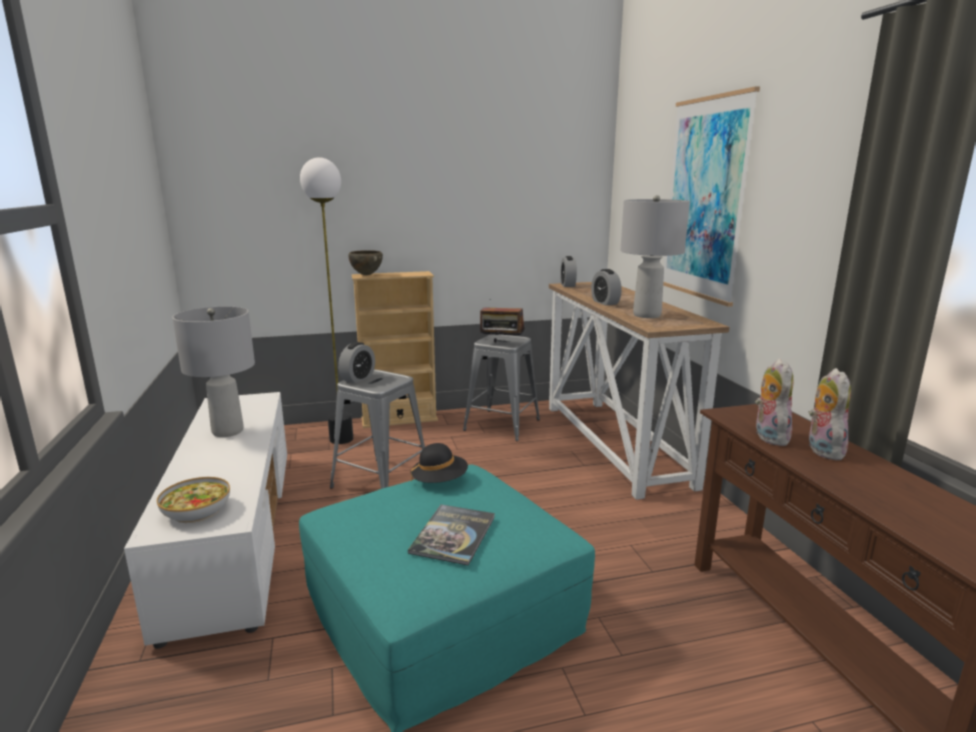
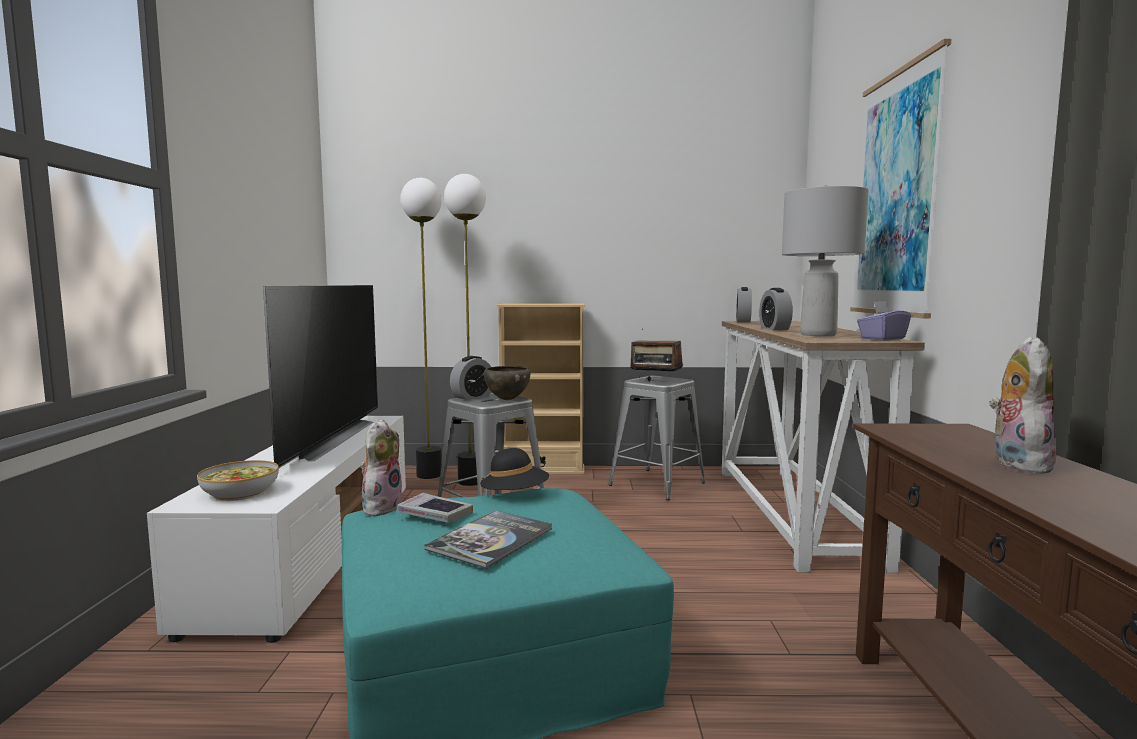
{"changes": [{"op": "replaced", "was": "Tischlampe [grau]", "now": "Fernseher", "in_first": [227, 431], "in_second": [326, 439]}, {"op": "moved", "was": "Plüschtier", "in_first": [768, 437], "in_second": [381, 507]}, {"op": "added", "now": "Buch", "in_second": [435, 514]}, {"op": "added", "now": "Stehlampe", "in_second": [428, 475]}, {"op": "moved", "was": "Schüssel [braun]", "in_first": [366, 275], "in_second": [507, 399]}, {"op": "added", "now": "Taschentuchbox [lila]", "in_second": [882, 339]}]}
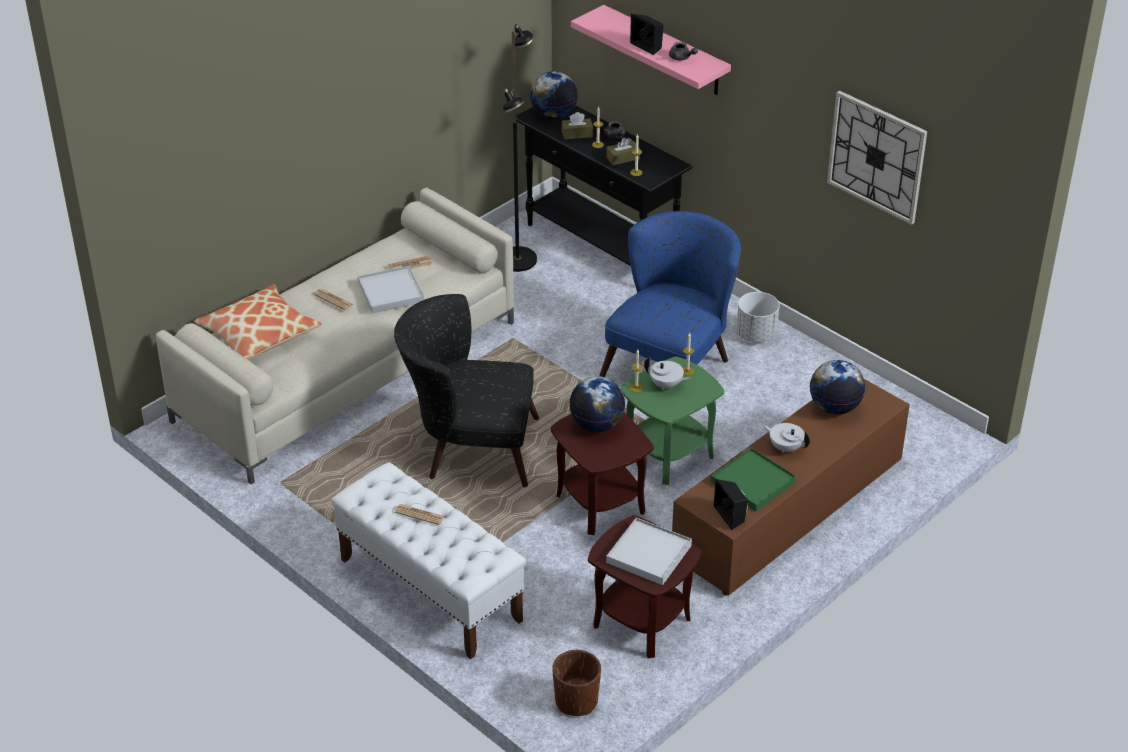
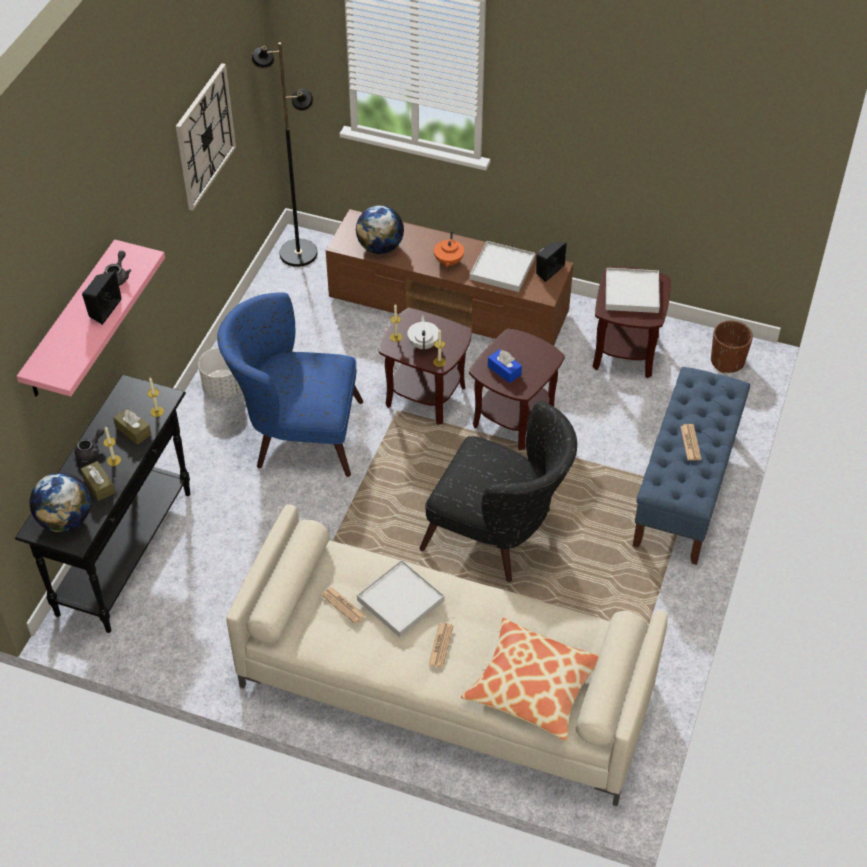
{"changes": [{"op": "moved", "was": "Stehlampe [schwarz]", "in_first": [518, 260], "in_second": [298, 253]}, {"op": "recoloured", "was": "Beistelltisch [grün]", "now": "Beistelltisch [braun]", "in_first": [669, 455], "in_second": [426, 395]}, {"op": "turned", "was": "Sessel [schwarz]", "in_first": [469, 447], "in_second": [499, 534], "clockwise": -45}, {"op": "recoloured", "was": "Teekanne [weiß]", "now": "Teekanne [orange]", "in_first": [785, 447], "in_second": [448, 262]}, {"op": "recoloured", "was": "Tablett [grün]", "now": "Tablett [weiß]", "in_first": [753, 482], "in_second": [502, 269]}, {"op": "replaced", "was": "Globus", "now": "Taschentuchbox [blau]", "in_first": [597, 425], "in_second": [504, 370]}, {"op": "recoloured", "was": "Bank [weiß]", "now": "Bank [blau]", "in_first": [430, 589], "in_second": [685, 490]}]}
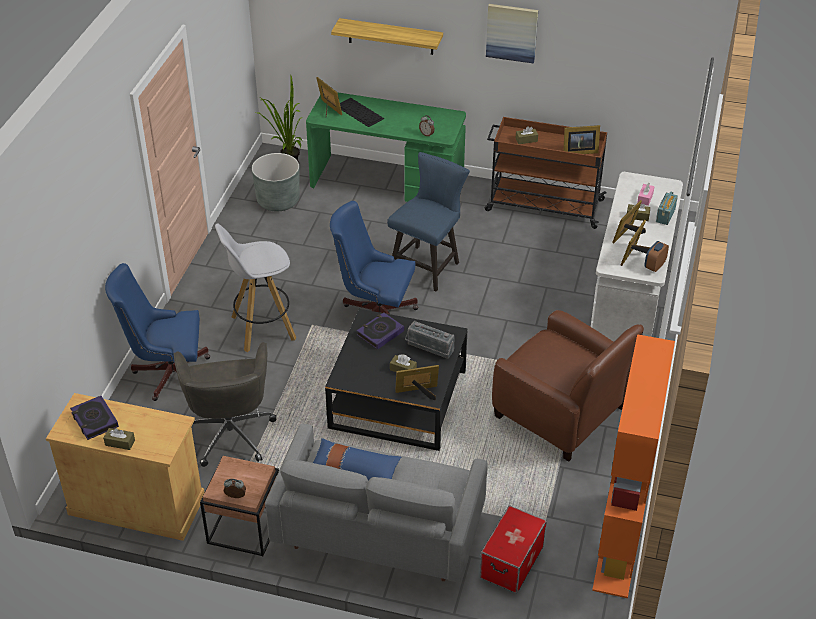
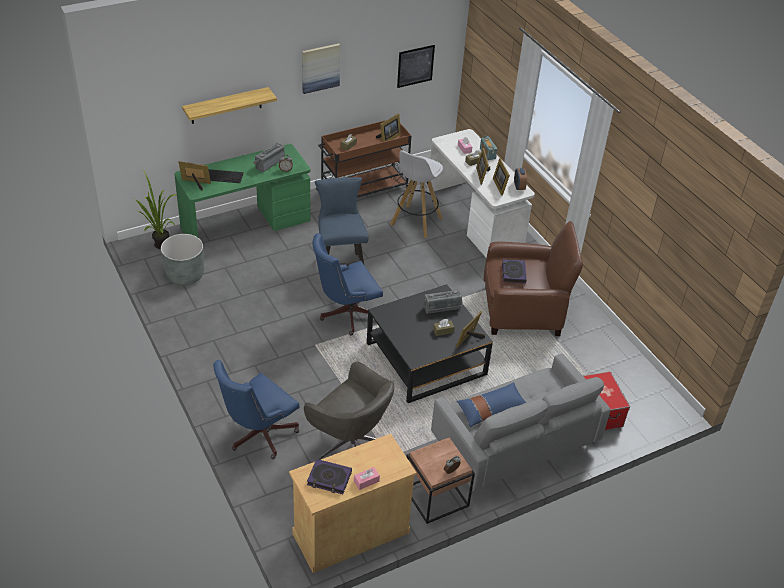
{"changes": [{"op": "added", "now": "Radio", "in_second": [268, 163]}, {"op": "recoloured", "was": "Taschentuchbox [braun]", "now": "Taschentuchbox [rosa]", "in_first": [120, 442], "in_second": [366, 481]}, {"op": "moved", "was": "Hocker [weiß]", "in_first": [262, 328], "in_second": [415, 222]}, {"op": "added", "now": "Bild", "in_second": [415, 66]}, {"op": "moved", "was": "Buch", "in_first": [380, 333], "in_second": [513, 273]}, {"op": "removed", "was": "Bücherregal [orange]", "in_first": [619, 545]}]}
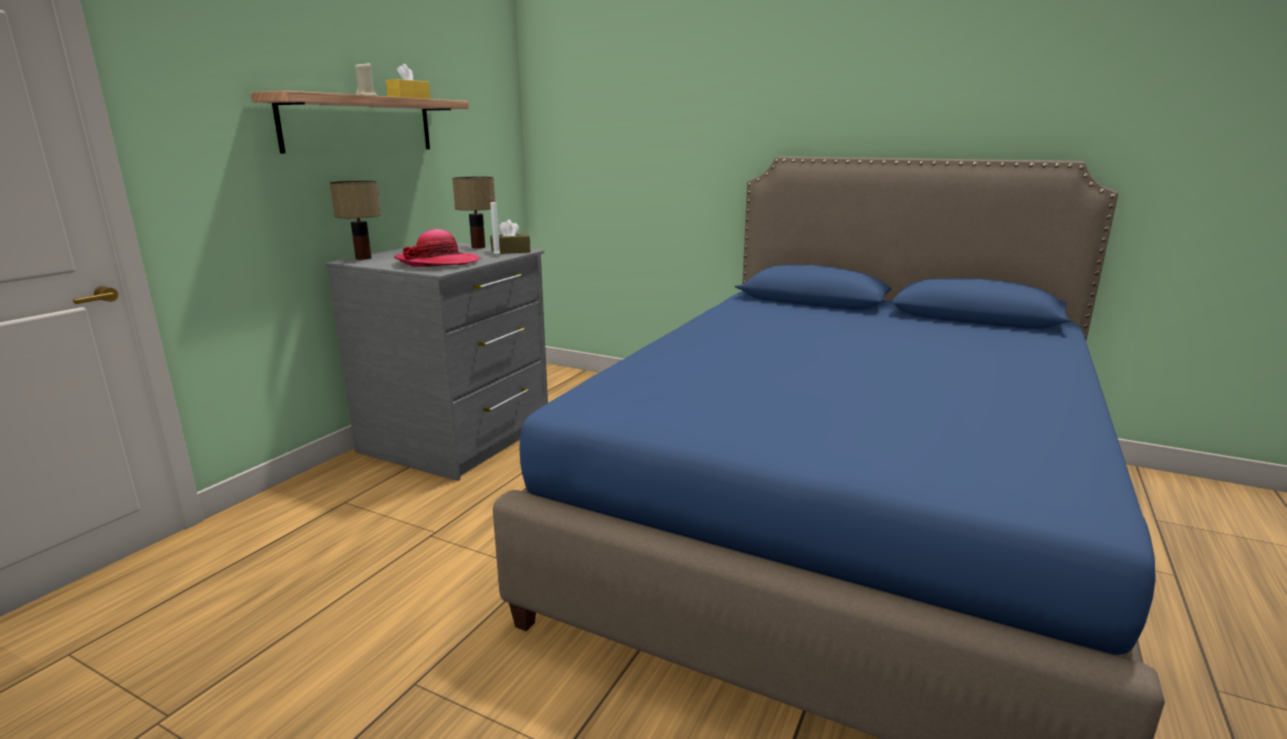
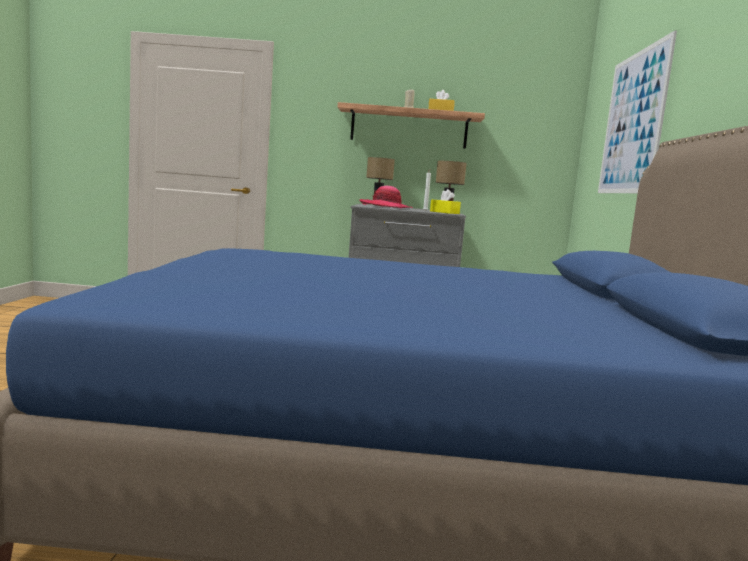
{"changes": [{"op": "recoloured", "was": "Taschentuchbox [braun]", "now": "Taschentuchbox [gelb]", "in_first": [510, 251], "in_second": [444, 212]}, {"op": "added", "now": "Bild", "in_second": [632, 123]}]}
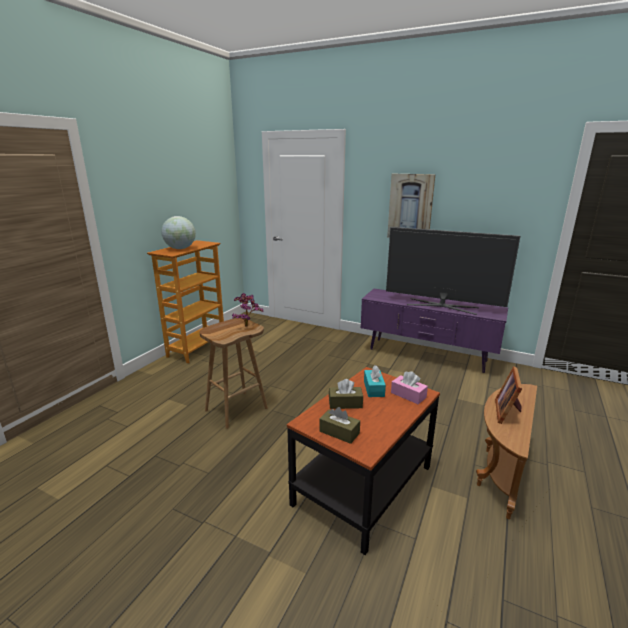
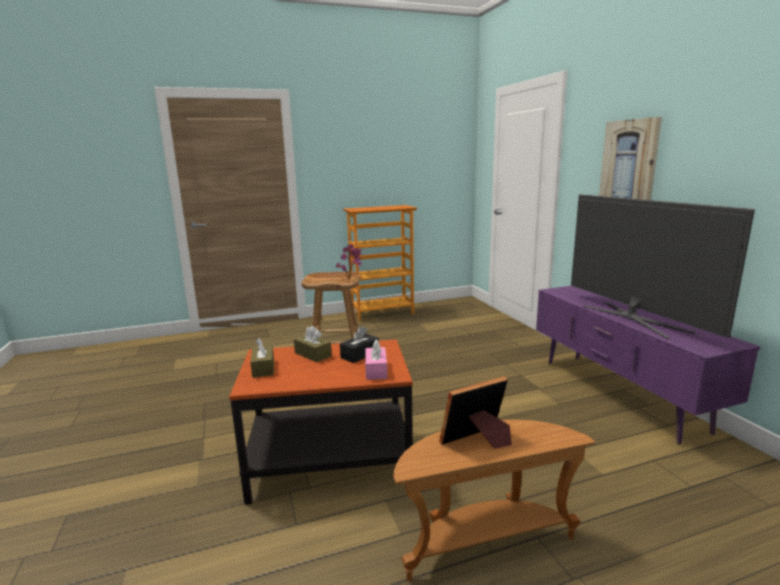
{"changes": [{"op": "recoloured", "was": "Taschentuchbox [türkis]", "now": "Taschentuchbox [schwarz]", "in_first": [373, 388], "in_second": [360, 355]}, {"op": "removed", "was": "Globus", "in_first": [180, 249]}]}
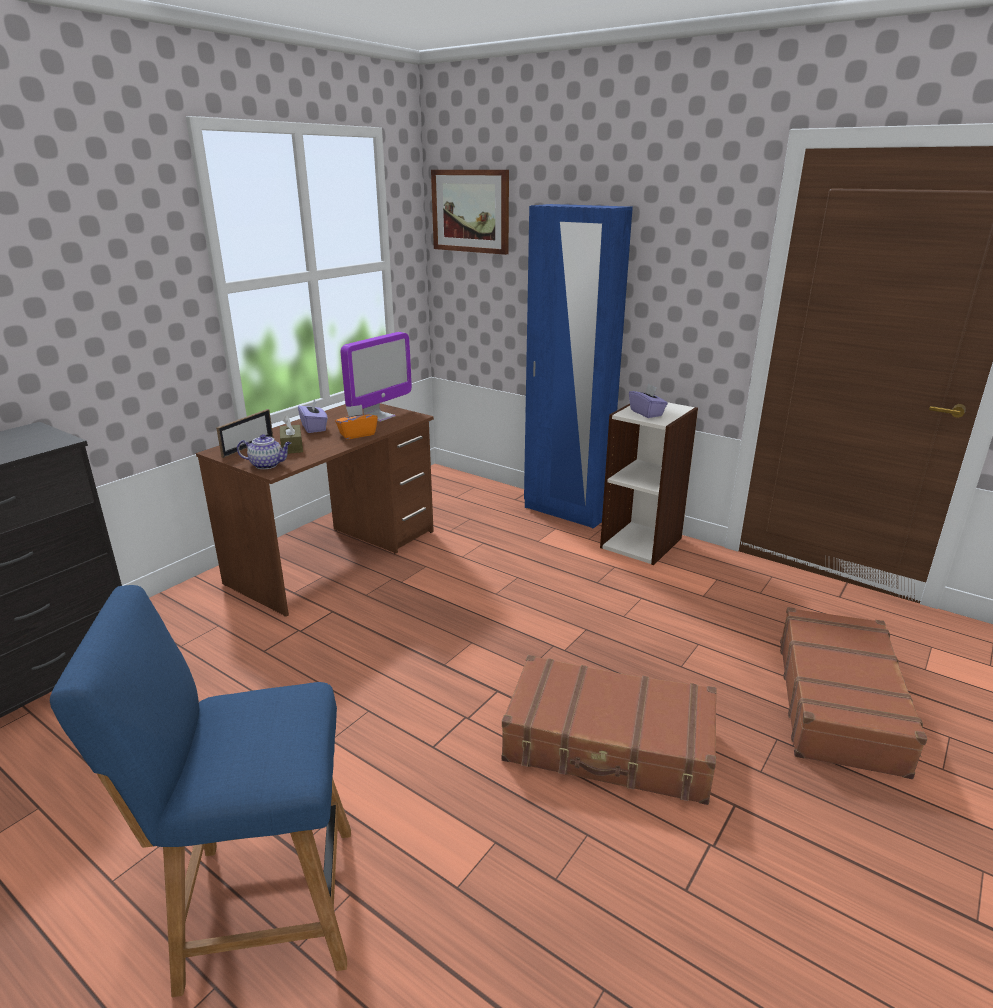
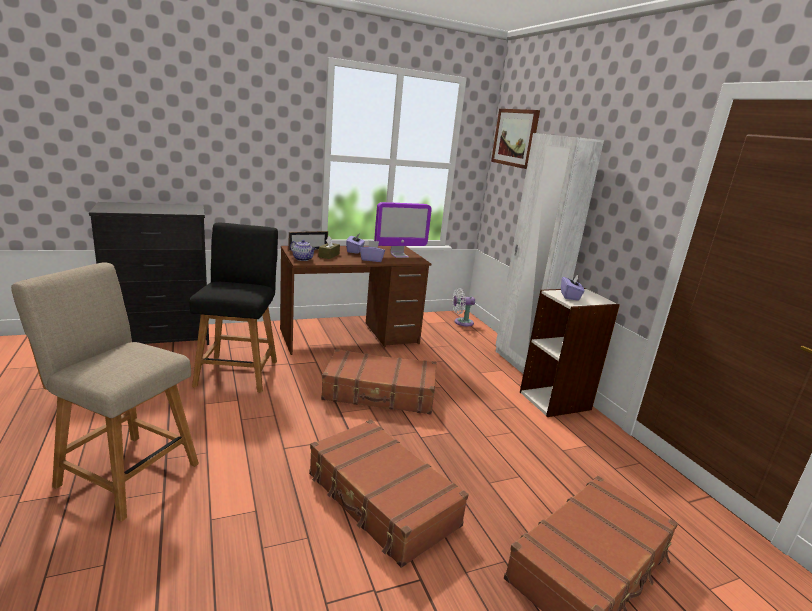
{"changes": [{"op": "recoloured", "was": "Stuhl [blau]", "now": "Stuhl [beige]", "in_first": [259, 905], "in_second": [124, 472]}, {"op": "added", "now": "Stuhl [schwarz]", "in_second": [238, 371]}, {"op": "added", "now": "Koffer [braun]", "in_second": [380, 393]}, {"op": "recoloured", "was": "Taschentuchbox [orange]", "now": "Taschentuchbox [lila]", "in_first": [357, 434], "in_second": [372, 259]}, {"op": "added", "now": "Ventilator [weiß]", "in_second": [461, 322]}, {"op": "recoloured", "was": "Kleiderschrank [blau]", "now": "Kleiderschrank [weiß]", "in_first": [565, 512], "in_second": [521, 364]}]}
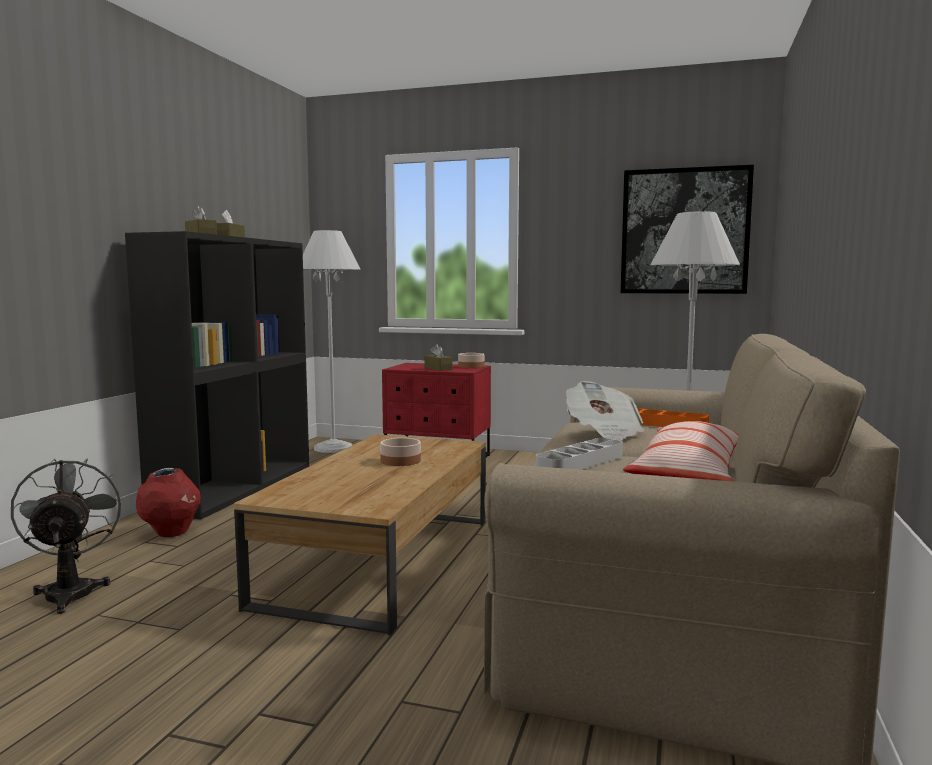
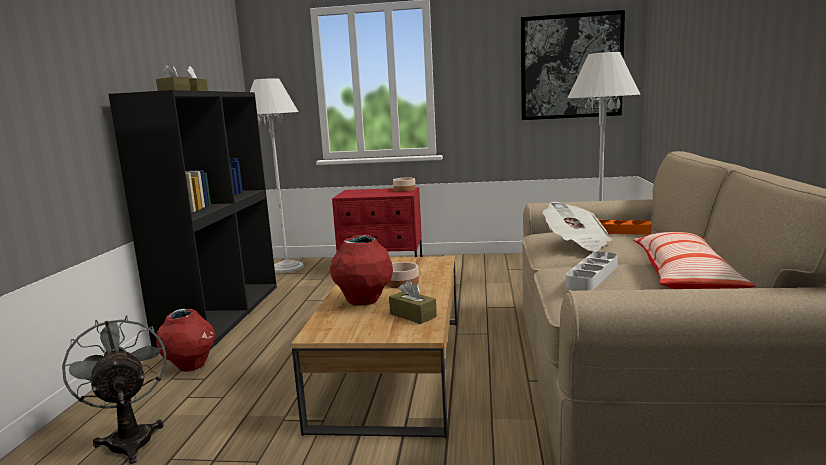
{"changes": [{"op": "added", "now": "Vase [rot]", "in_second": [364, 302]}, {"op": "moved", "was": "Taschentuchbox [braun]", "in_first": [438, 368], "in_second": [413, 315]}]}
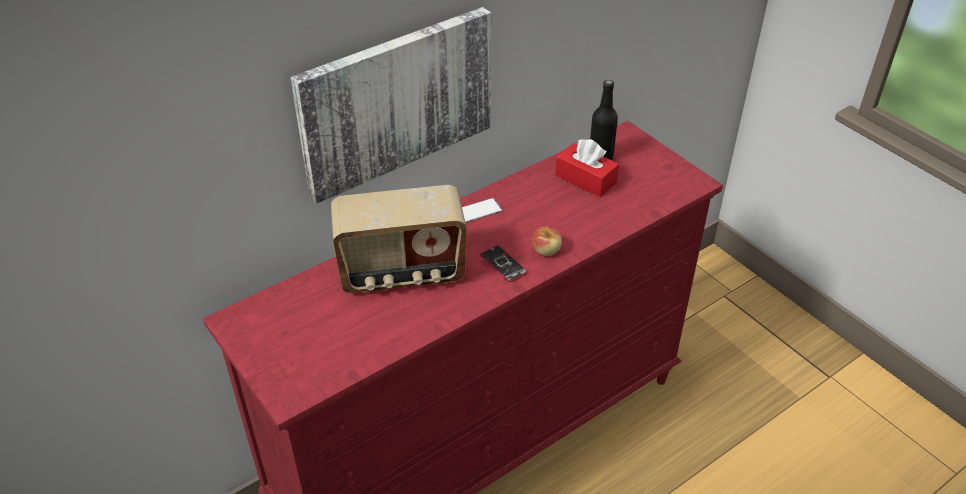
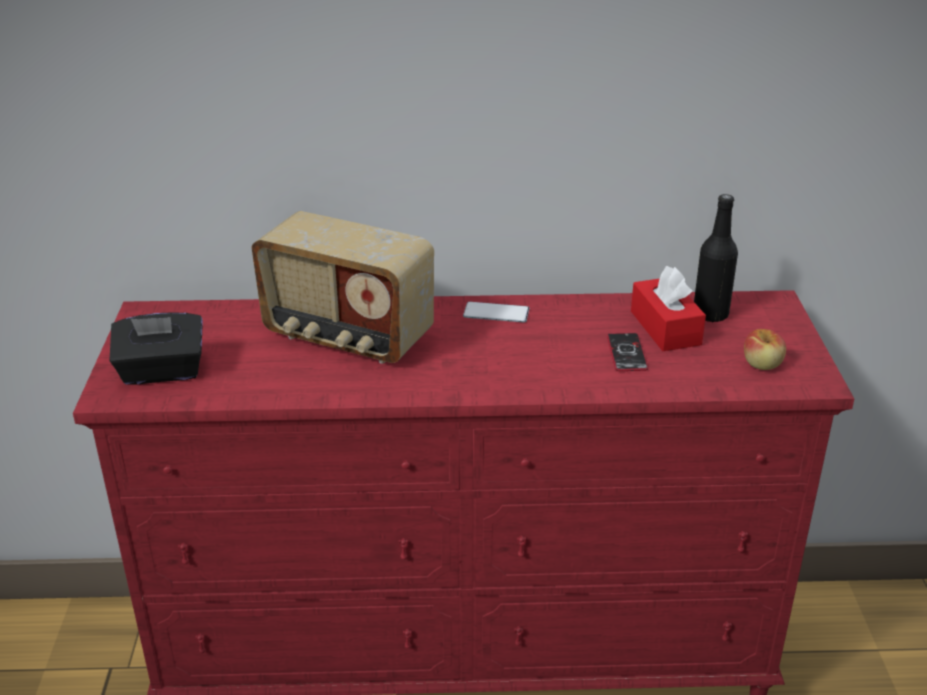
{"changes": [{"op": "added", "now": "Taschentuchbox [schwarz]", "in_second": [162, 372]}, {"op": "moved", "was": "Handy", "in_first": [503, 264], "in_second": [627, 353]}, {"op": "moved", "was": "Apfel", "in_first": [546, 250], "in_second": [762, 364]}, {"op": "removed", "was": "Bild", "in_first": [396, 101]}]}
